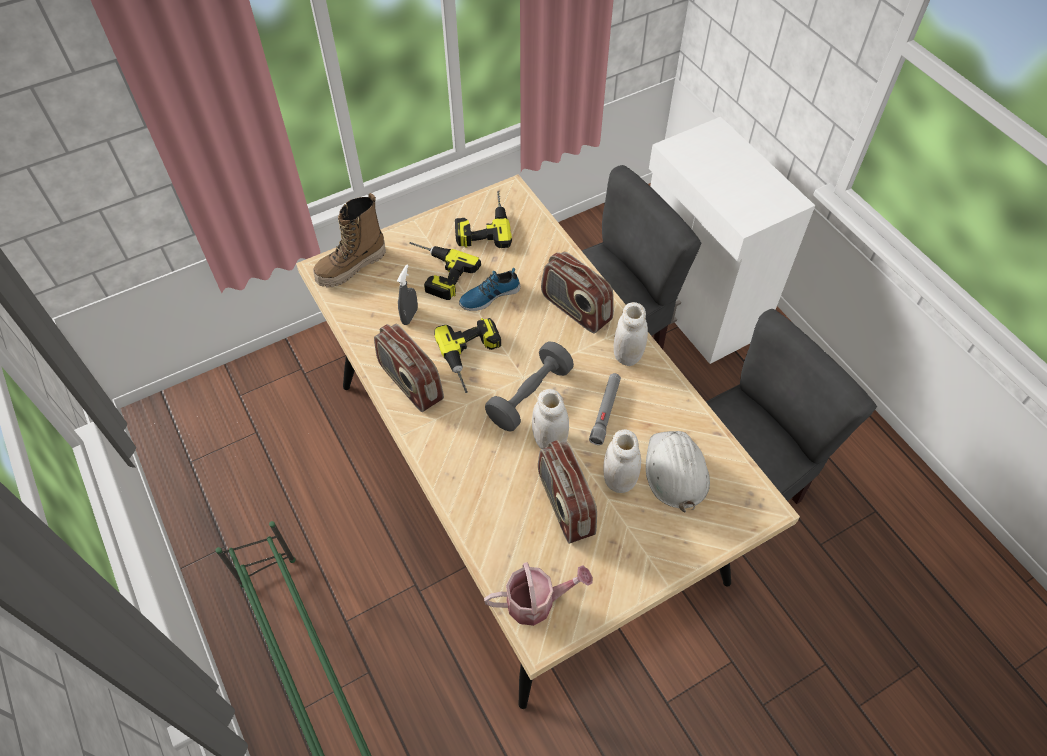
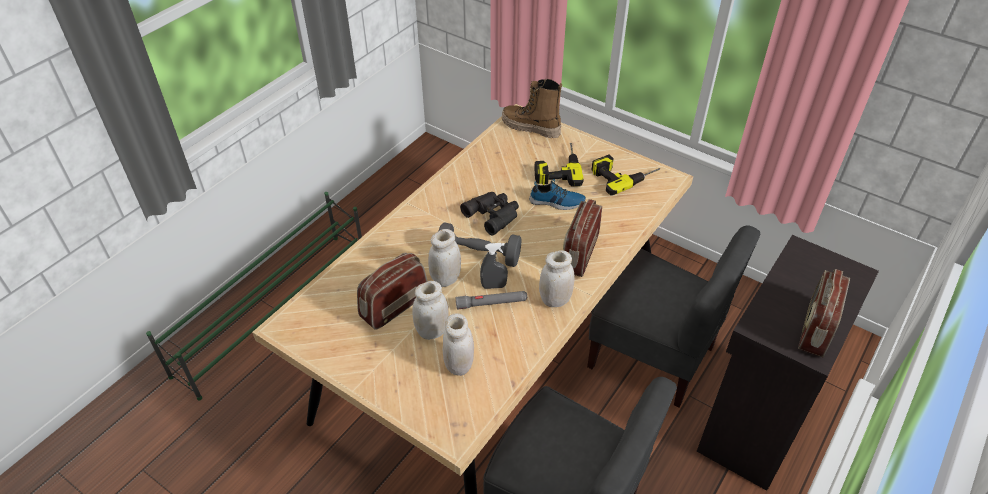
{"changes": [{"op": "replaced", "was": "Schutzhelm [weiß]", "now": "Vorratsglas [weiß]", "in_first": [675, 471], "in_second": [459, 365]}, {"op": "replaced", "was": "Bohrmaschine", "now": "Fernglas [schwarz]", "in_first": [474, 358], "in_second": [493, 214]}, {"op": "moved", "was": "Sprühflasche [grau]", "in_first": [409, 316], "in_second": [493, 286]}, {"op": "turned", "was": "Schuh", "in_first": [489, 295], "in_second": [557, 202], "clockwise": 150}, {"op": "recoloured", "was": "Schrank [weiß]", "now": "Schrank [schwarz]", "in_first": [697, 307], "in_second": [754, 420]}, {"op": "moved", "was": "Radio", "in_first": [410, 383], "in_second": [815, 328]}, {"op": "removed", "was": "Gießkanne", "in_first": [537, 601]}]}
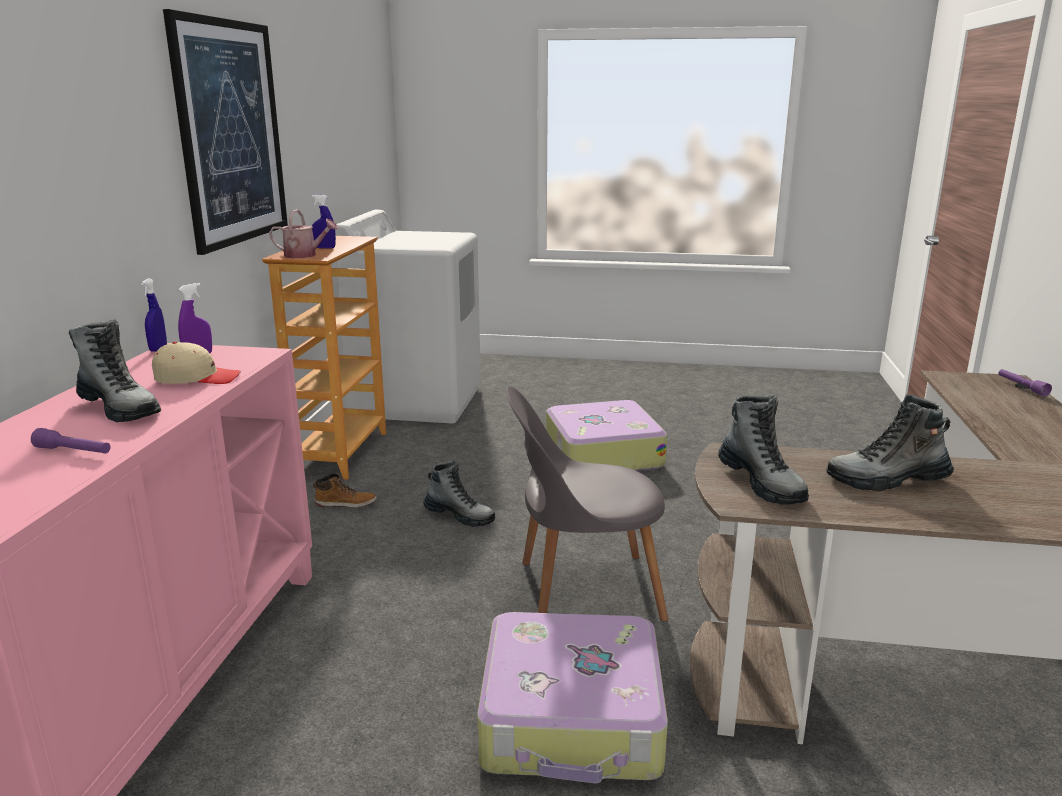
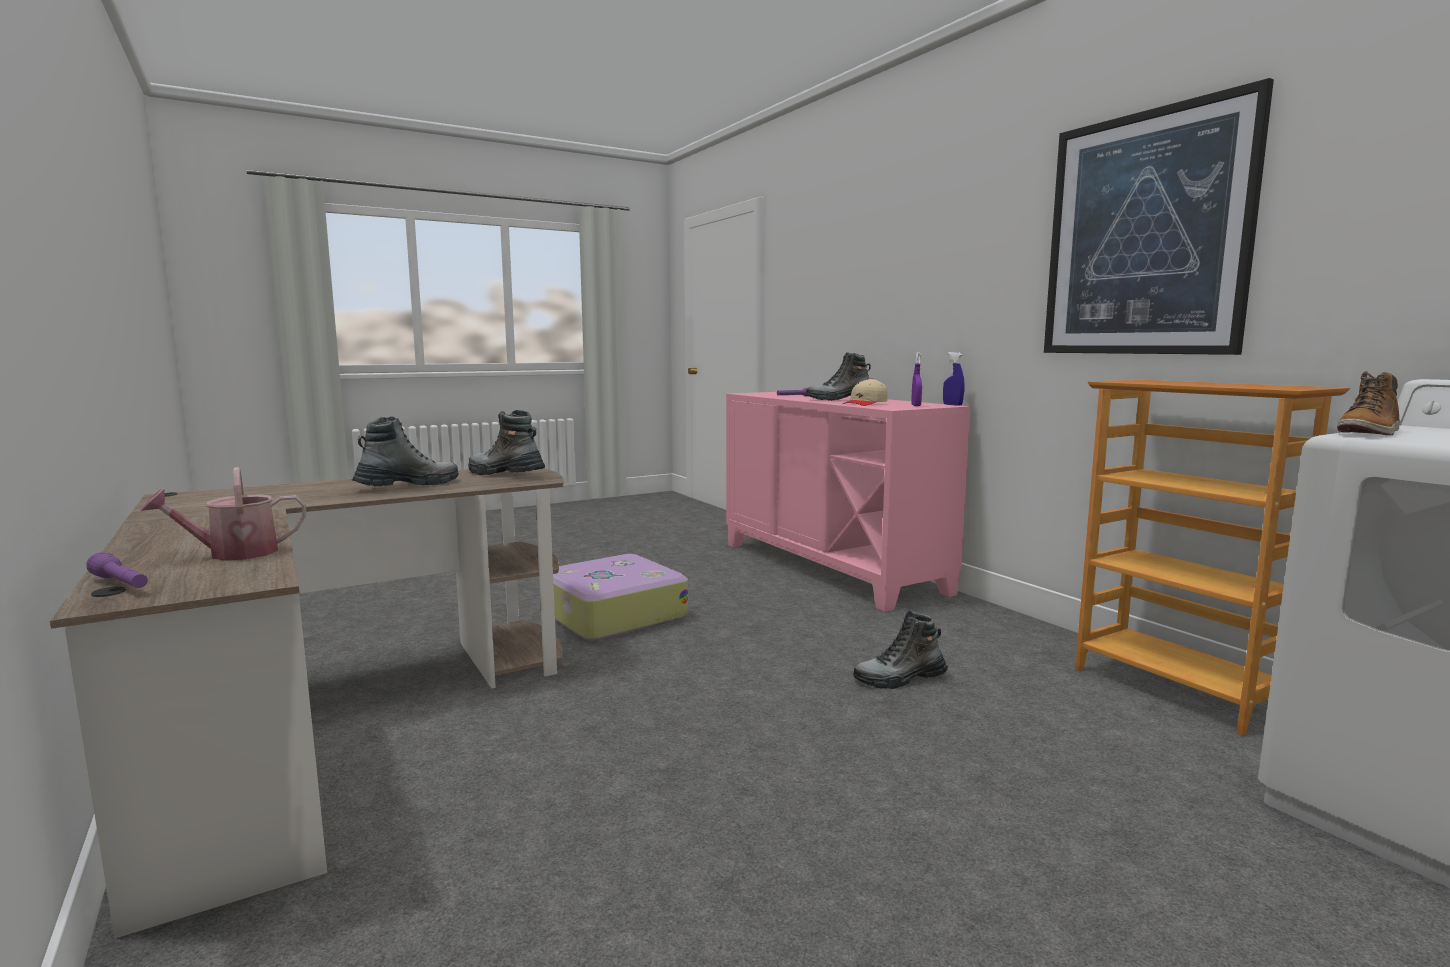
{"changes": [{"op": "moved", "was": "Gießkanne", "in_first": [305, 255], "in_second": [233, 553]}, {"op": "moved", "was": "Stiefel", "in_first": [346, 503], "in_second": [1369, 433]}, {"op": "removed", "was": "Sprühflasche [blau]", "in_first": [324, 248]}, {"op": "removed", "was": "Stuhl [grau]", "in_first": [582, 591]}, {"op": "removed", "was": "Koffer", "in_first": [602, 453]}]}
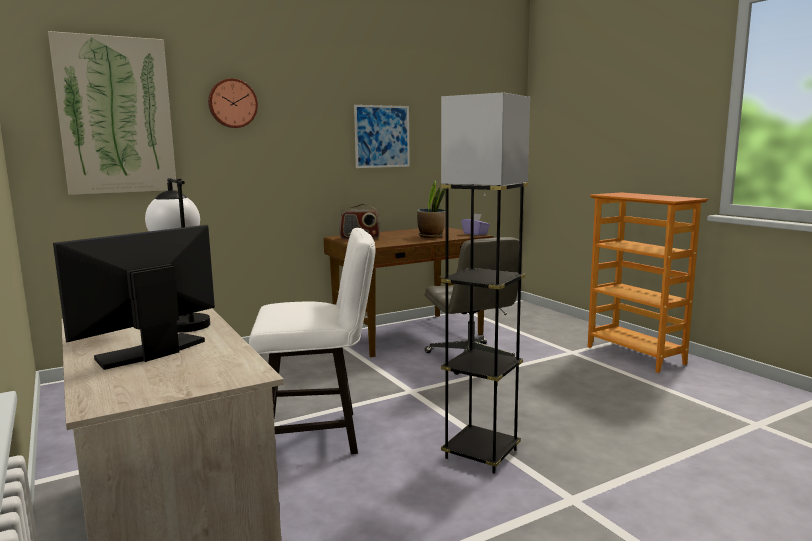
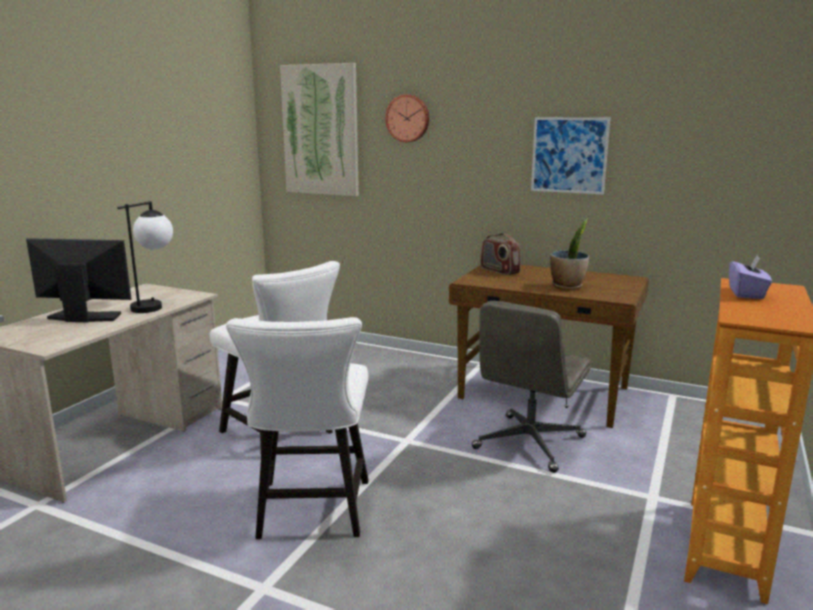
{"changes": [{"op": "replaced", "was": "Stehlampe [grau]", "now": "Stuhl [weiß]", "in_first": [481, 454], "in_second": [312, 514]}, {"op": "moved", "was": "Taschentuchbox [lila]", "in_first": [475, 234], "in_second": [747, 293]}]}
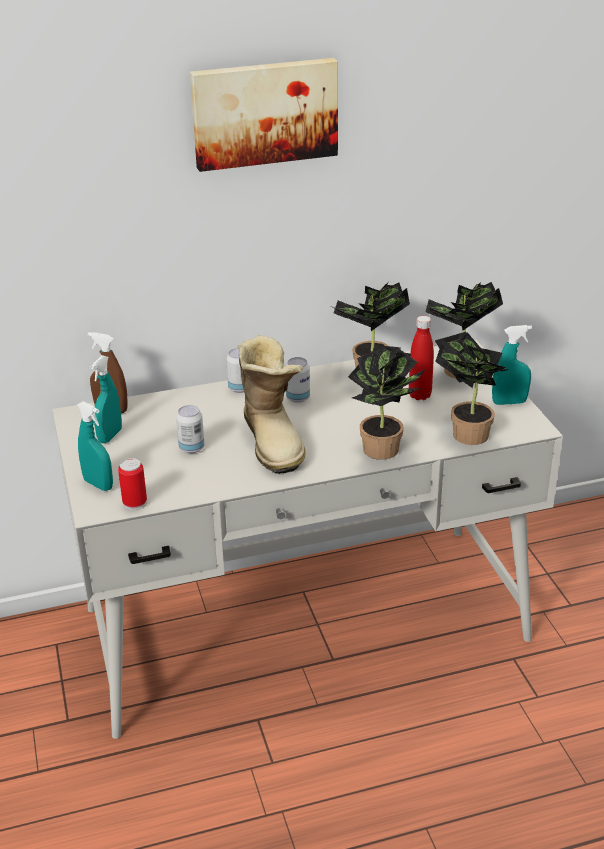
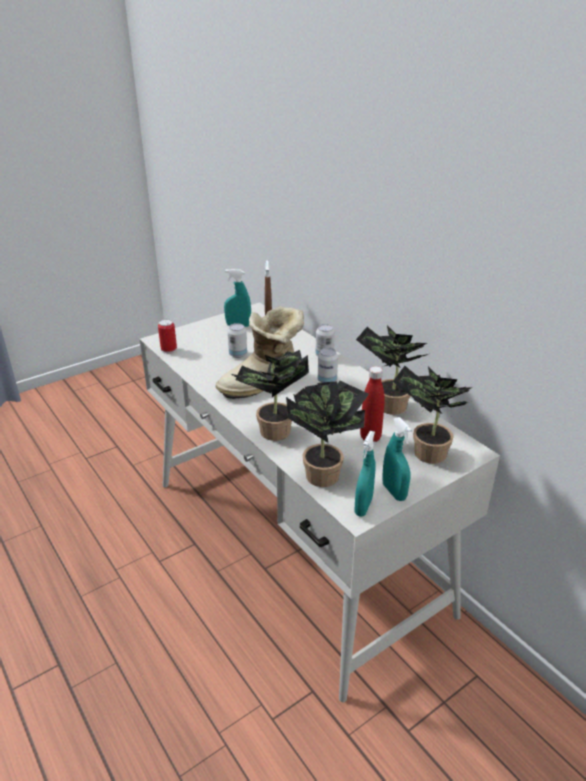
{"changes": [{"op": "moved", "was": "Sprühflasche [türkis]", "in_first": [98, 484], "in_second": [363, 506]}, {"op": "removed", "was": "Bild", "in_first": [264, 112]}]}
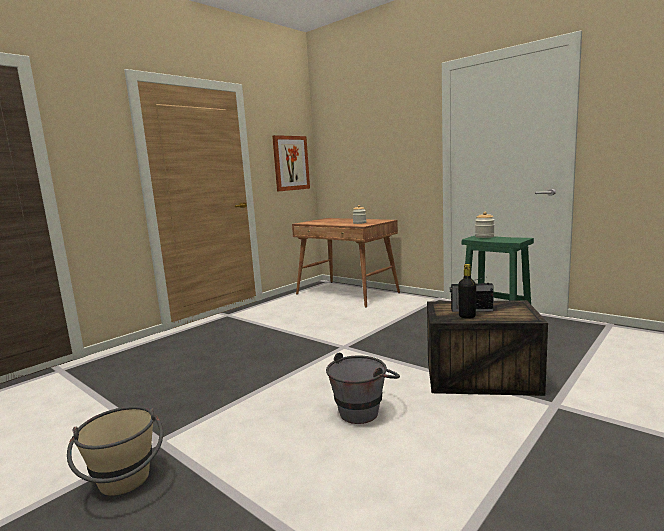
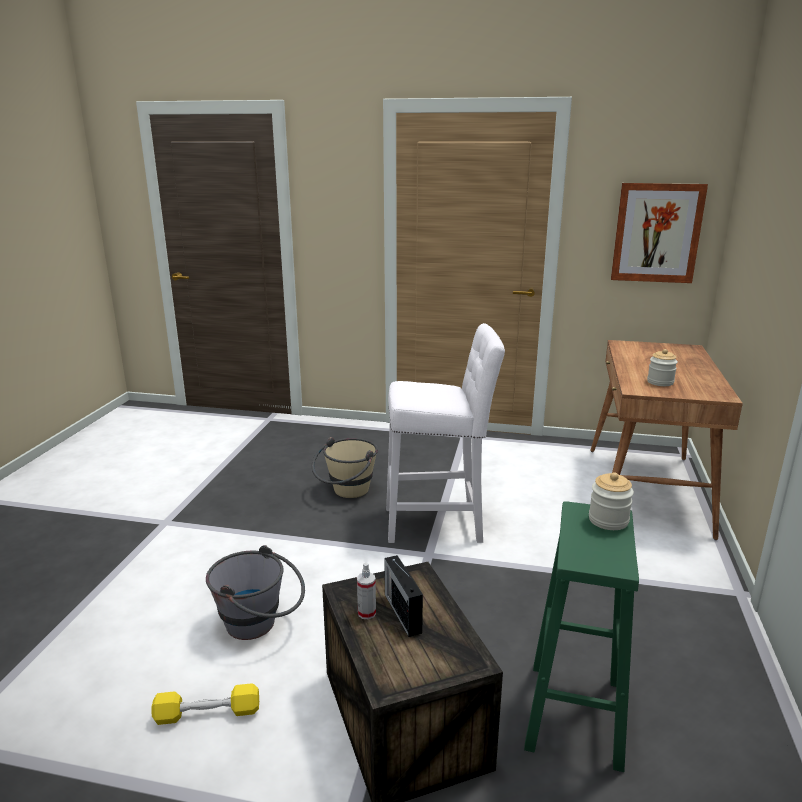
{"changes": [{"op": "added", "now": "Hantel [gelb]", "in_second": [207, 713]}, {"op": "moved", "was": "Eimer [beige]", "in_first": [125, 485], "in_second": [346, 492]}, {"op": "replaced", "was": "Flasche [schwarz]", "now": "Sprühflasche", "in_first": [467, 316], "in_second": [366, 613]}, {"op": "added", "now": "Hocker [weiß]", "in_second": [439, 524]}]}
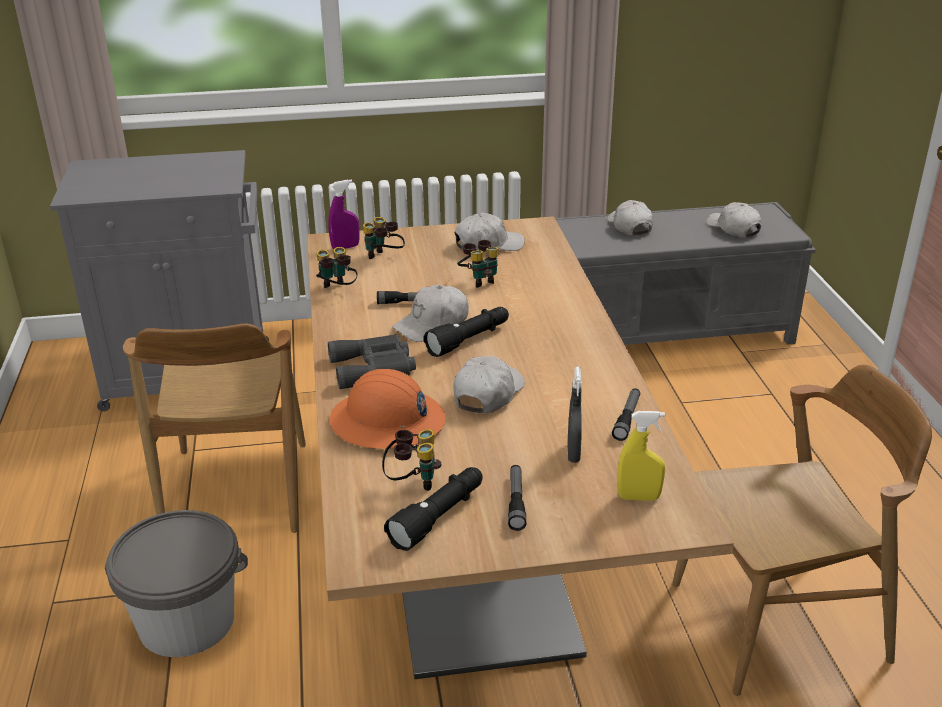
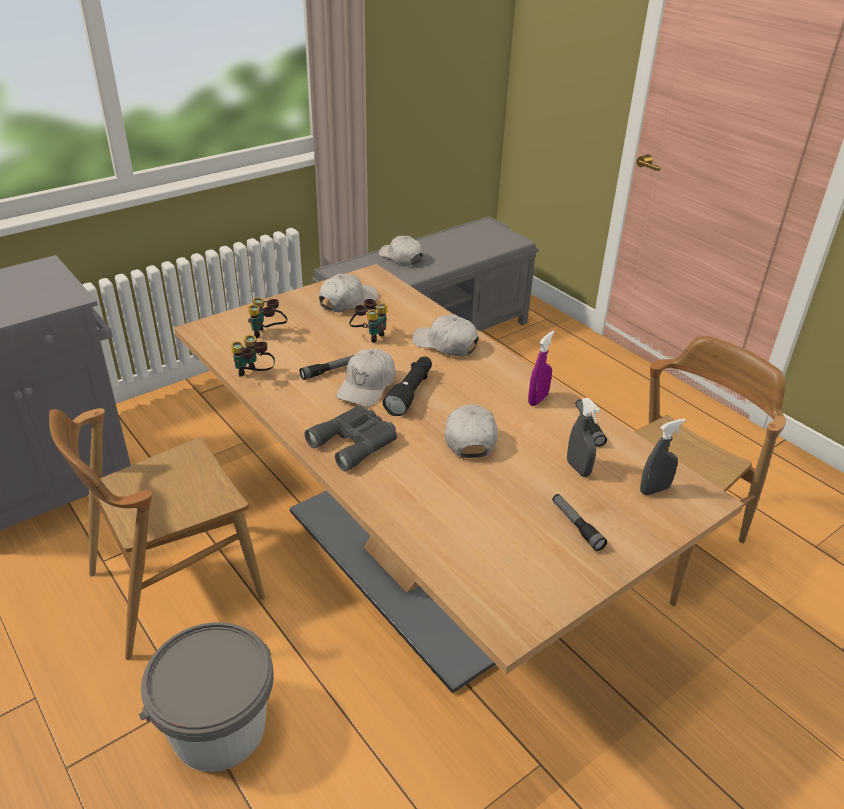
{"changes": [{"op": "turned", "was": "Stuhl [braun]", "in_first": [236, 490], "in_second": [175, 585], "clockwise": 90}, {"op": "moved", "was": "Kappe [weiß]", "in_first": [733, 228], "in_second": [445, 344]}, {"op": "moved", "was": "Sprühflasche [lila]", "in_first": [345, 247], "in_second": [538, 399]}, {"op": "recoloured", "was": "Sprühflasche [gelb]", "now": "Sprühflasche [grau]", "in_first": [638, 497], "in_second": [654, 490]}, {"op": "removed", "was": "Schutzhelm [orange]", "in_first": [387, 422]}, {"op": "removed", "was": "Fernglas", "in_first": [412, 482]}, {"op": "removed", "was": "Taschenlampe [schwarz]", "in_first": [439, 517]}]}
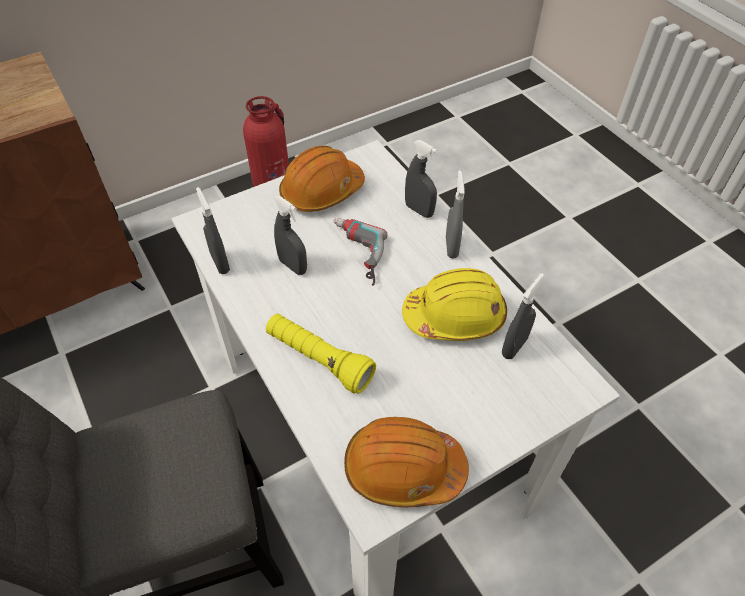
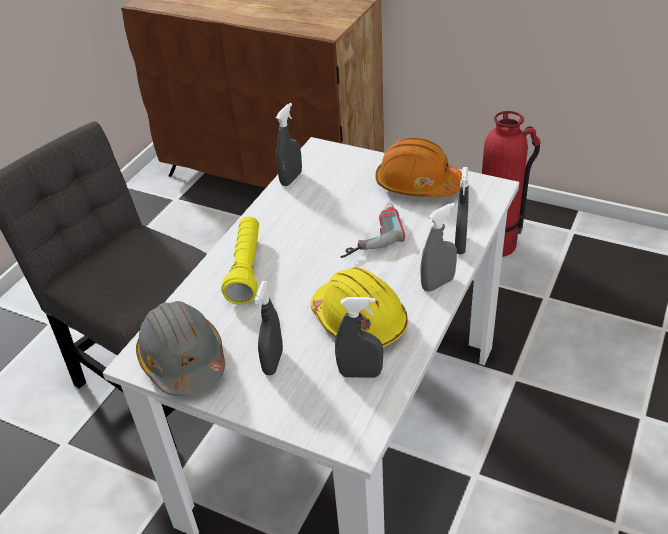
{"changes": [{"op": "recoloured", "was": "Schutzhelm [orange]", "now": "Schutzhelm [grau]", "in_first": [403, 469], "in_second": [183, 360]}, {"op": "moved", "was": "Sprühflasche [grau]", "in_first": [293, 266], "in_second": [273, 362]}]}
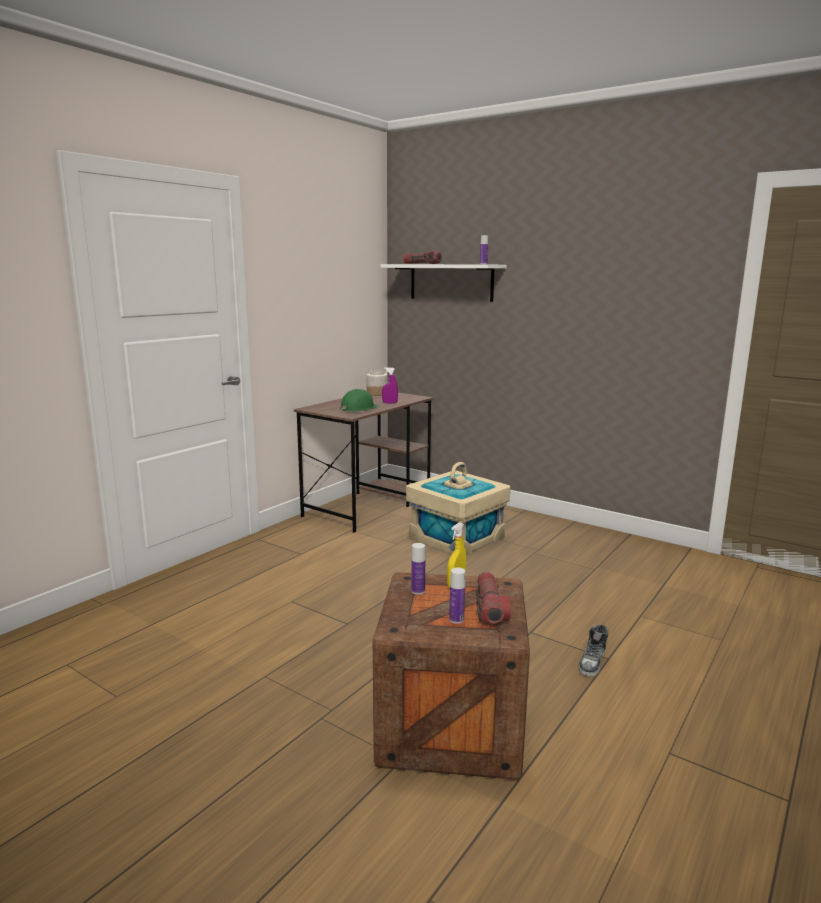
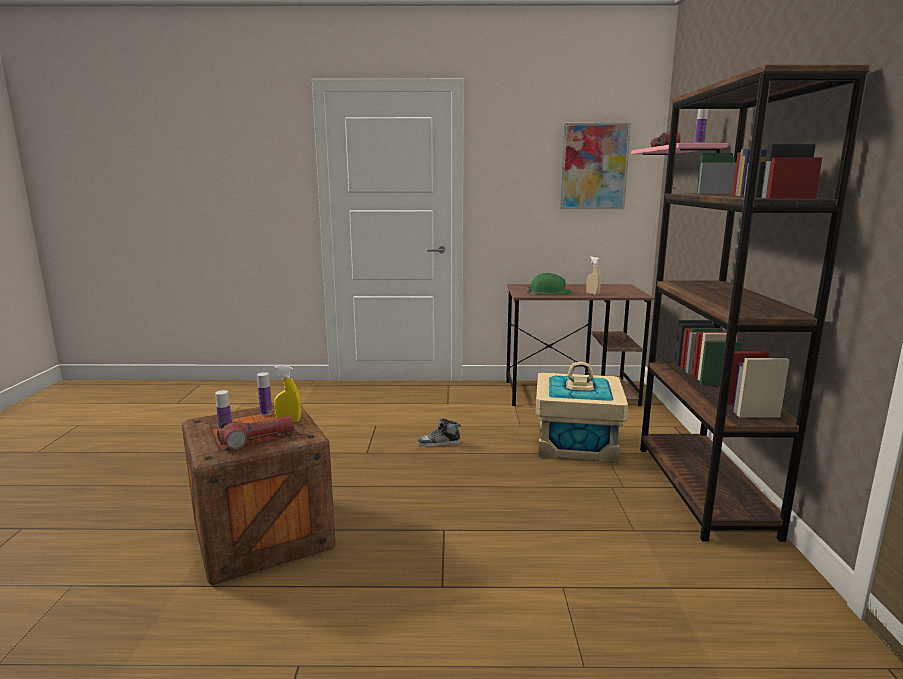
{"changes": [{"op": "moved", "was": "Schuh", "in_first": [592, 662], "in_second": [438, 443]}, {"op": "added", "now": "Bild", "in_second": [594, 166]}, {"op": "recoloured", "was": "Sprühflasche [lila]", "now": "Sprühflasche [beige]", "in_first": [390, 403], "in_second": [592, 294]}, {"op": "recoloured", "was": "Wandregal [weiß]", "now": "Wandregal [rosa]", "in_first": [451, 282], "in_second": [693, 168]}, {"op": "added", "now": "Bücherregal [braun]", "in_second": [702, 489]}, {"op": "removed", "was": "Vorratsglas", "in_first": [376, 394]}]}
